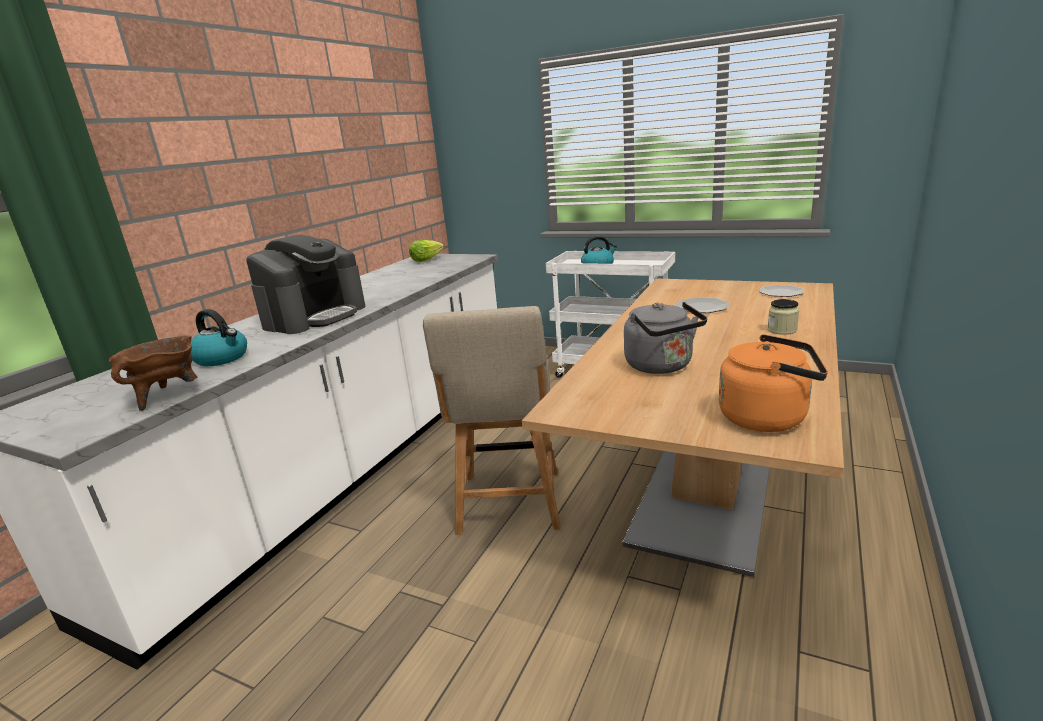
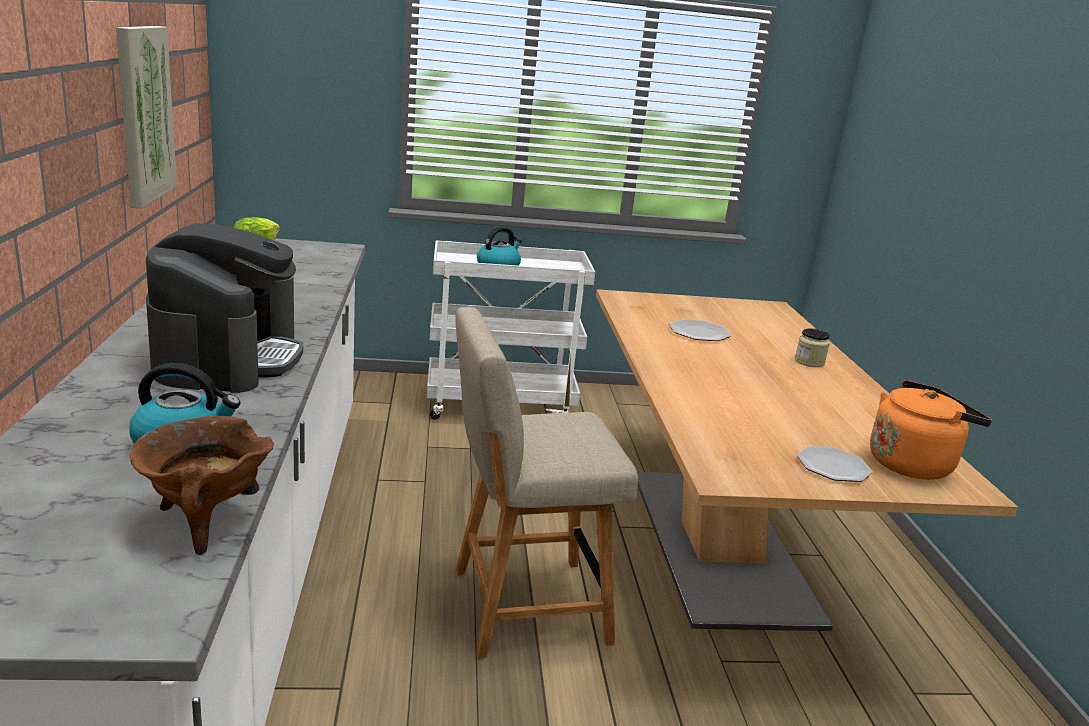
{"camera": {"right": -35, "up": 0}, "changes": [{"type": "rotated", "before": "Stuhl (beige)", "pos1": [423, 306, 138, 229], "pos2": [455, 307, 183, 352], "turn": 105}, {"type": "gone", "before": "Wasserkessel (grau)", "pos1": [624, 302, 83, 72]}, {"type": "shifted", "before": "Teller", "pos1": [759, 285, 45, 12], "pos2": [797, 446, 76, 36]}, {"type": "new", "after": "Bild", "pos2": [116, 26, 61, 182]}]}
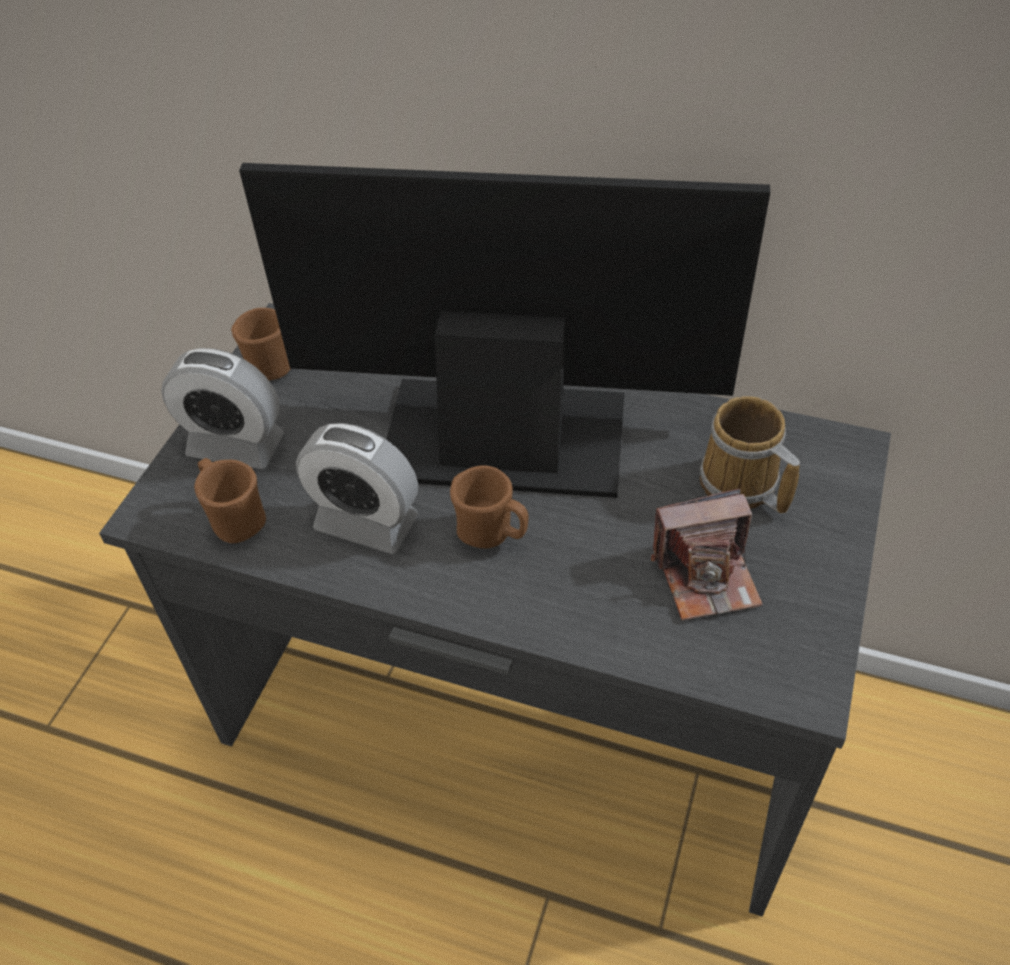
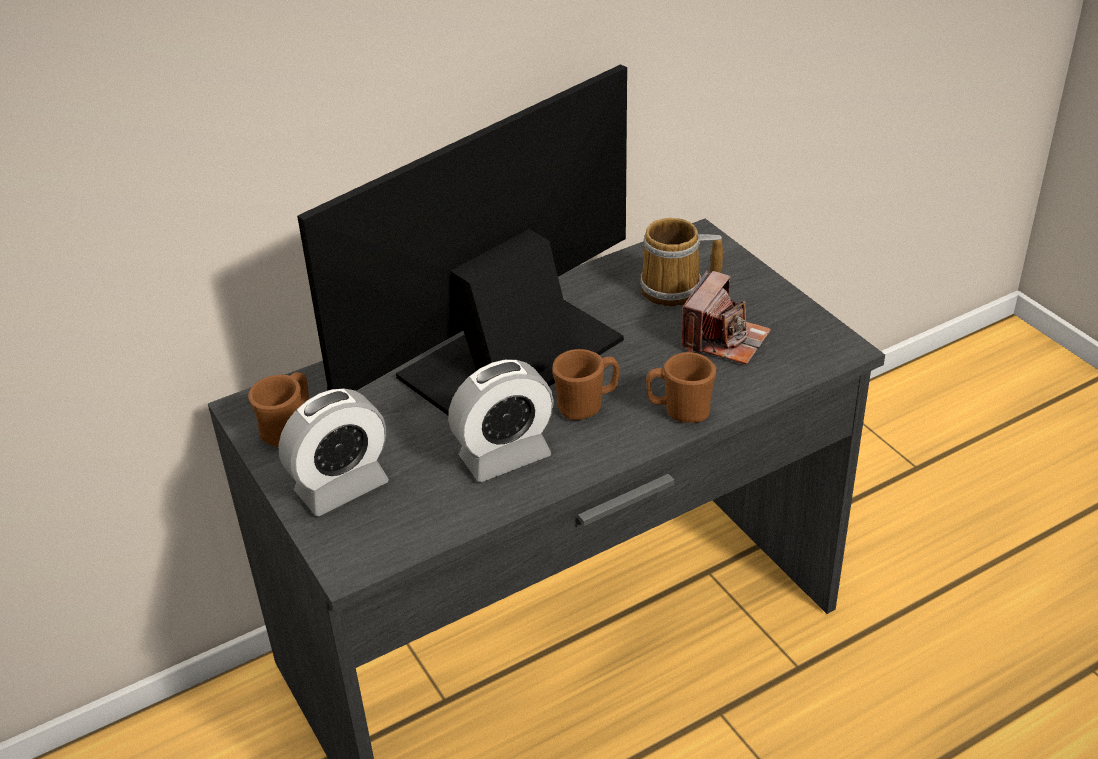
{"camera": {"right": -50, "up": -10}, "changes": [{"type": "shifted", "before": "Henkelbecher (braun)", "pos1": [194, 458, 72, 85], "pos2": [646, 352, 70, 71]}]}
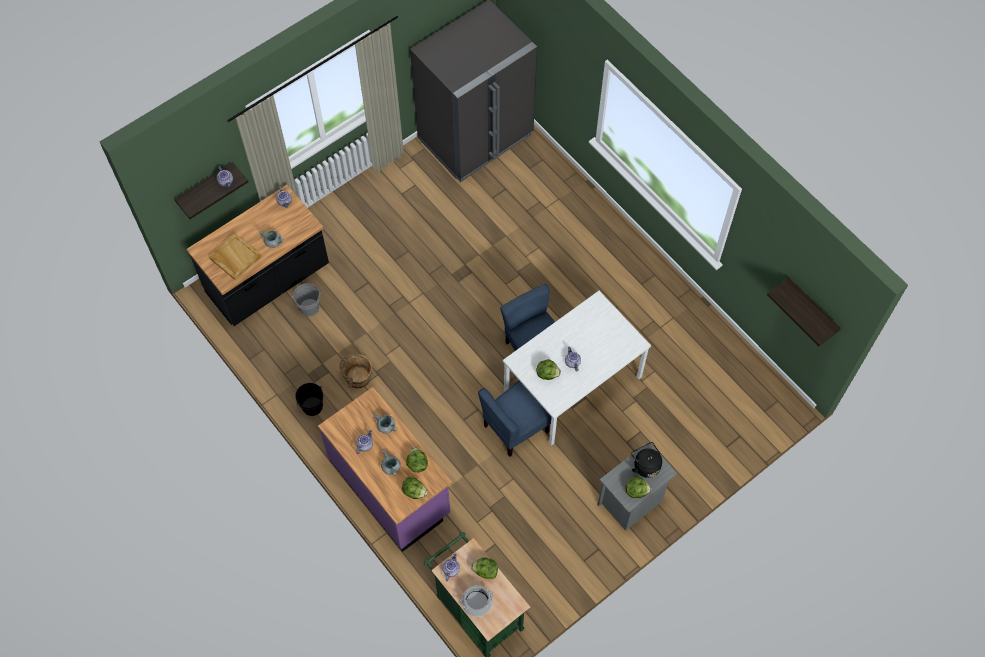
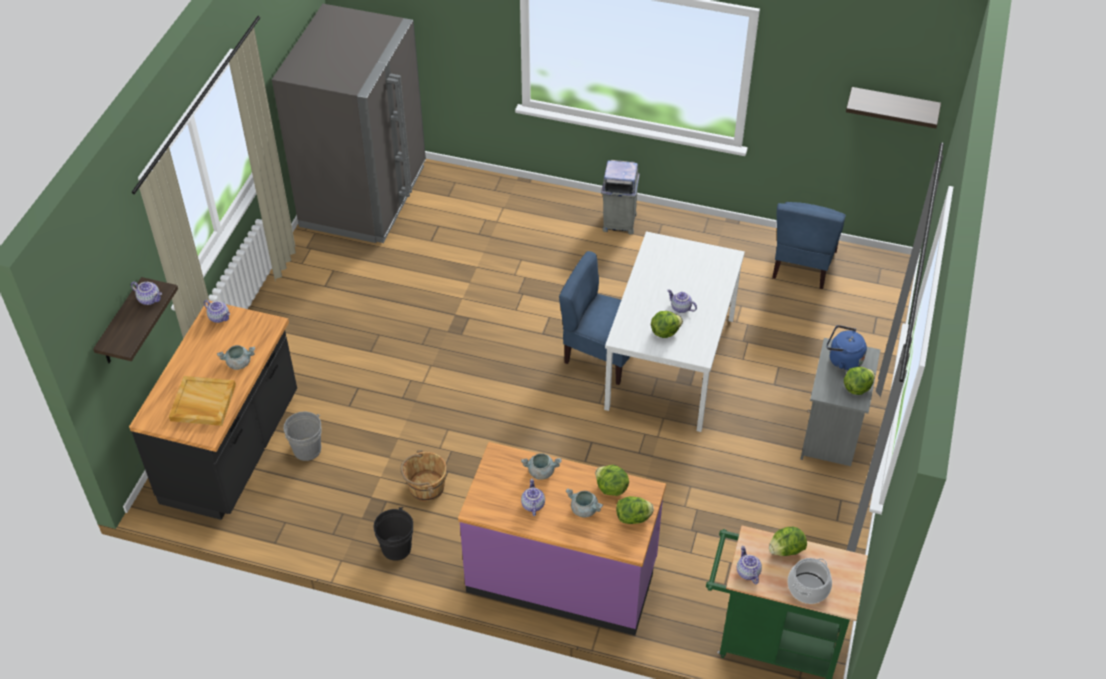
{"camera": {"right": -35, "up": -15}, "changes": [{"type": "shifted", "before": "Stuhl (blau)", "pos1": [478, 381, 73, 76], "pos2": [772, 202, 74, 87]}, {"type": "repainted", "before": "Wasserkessel (schwarz)", "after": "Wasserkessel (blau)", "pos1": [631, 442, 31, 36], "pos2": [827, 325, 40, 46]}, {"type": "new", "after": "Mülleimer (grau)", "pos2": [601, 160, 39, 74]}]}
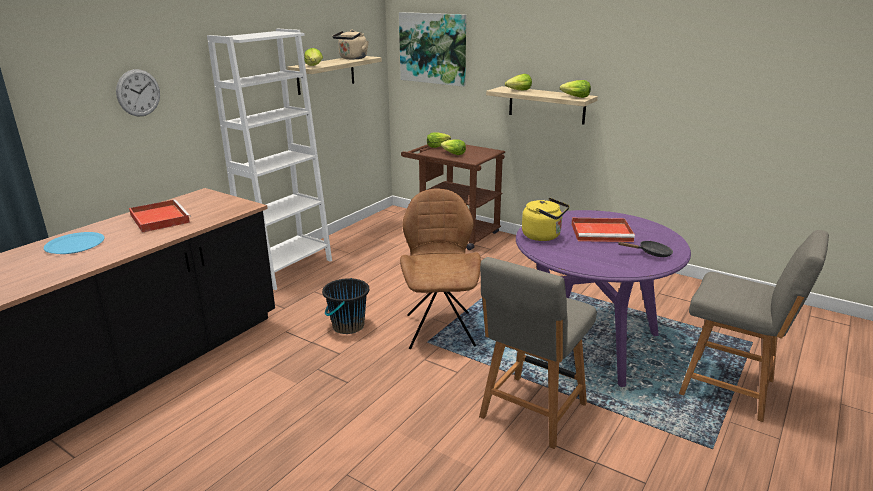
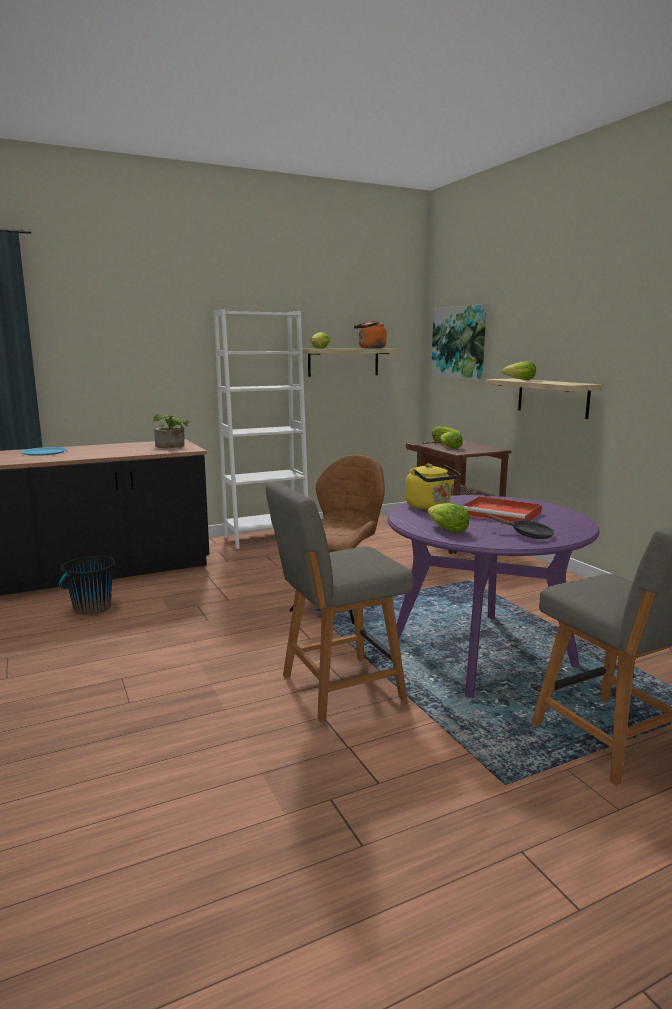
{"camera": {"right": 30, "up": -10}, "changes": [{"type": "gone", "before": "Wanduhr", "pos1": [116, 69, 44, 47]}, {"type": "gone", "before": "Tablett (rot)", "pos1": [129, 200, 62, 33]}, {"type": "shifted", "before": "Eimer (schwarz)", "pos1": [322, 278, 47, 56], "pos2": [59, 556, 57, 59]}, {"type": "repainted", "before": "Wasserkessel (beige)", "after": "Wasserkessel (orange)", "pos1": [332, 30, 37, 29], "pos2": [354, 320, 33, 28]}, {"type": "shifted", "before": "Salatkopf", "pos1": [560, 80, 31, 18], "pos2": [428, 503, 41, 29]}, {"type": "new", "after": "Topfpflanze", "pos2": [153, 414, 38, 34]}]}
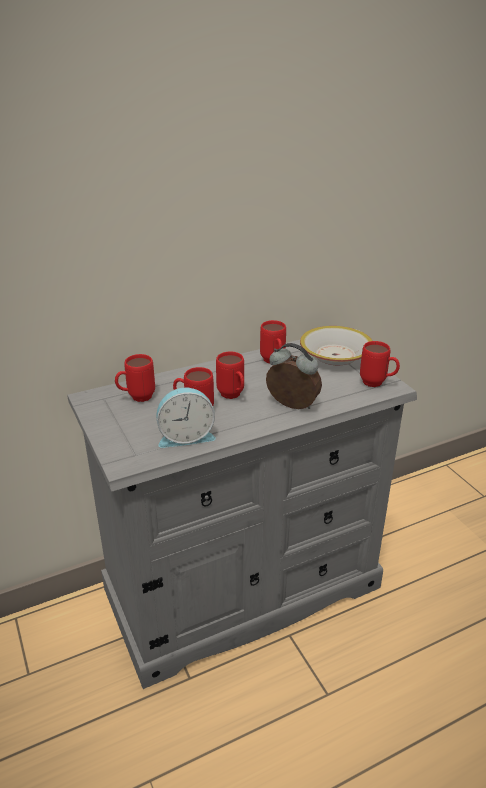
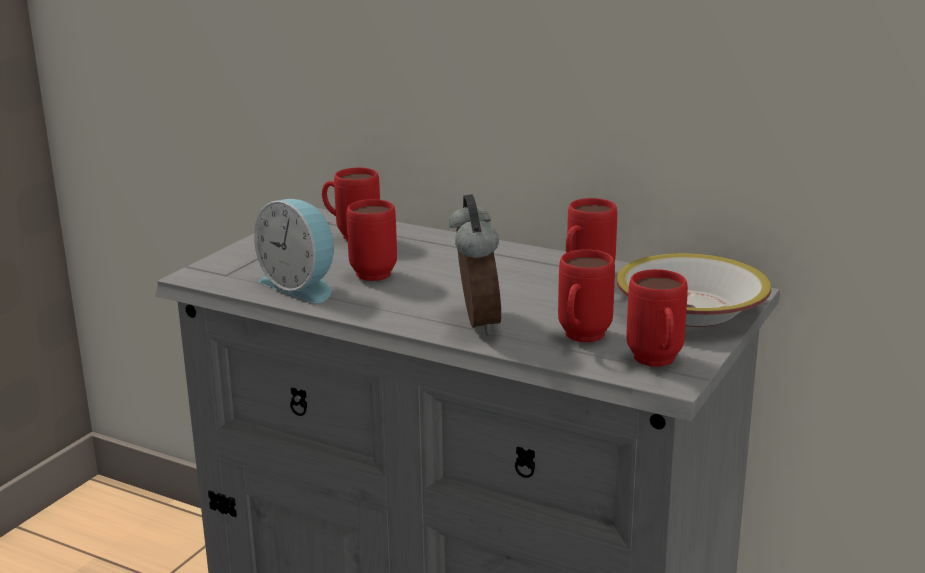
{"camera": {"right": 55, "up": -10}, "changes": [{"type": "shifted", "before": "Henkelbecher (rot)", "pos1": [216, 351, 28, 48], "pos2": [558, 249, 57, 93]}]}
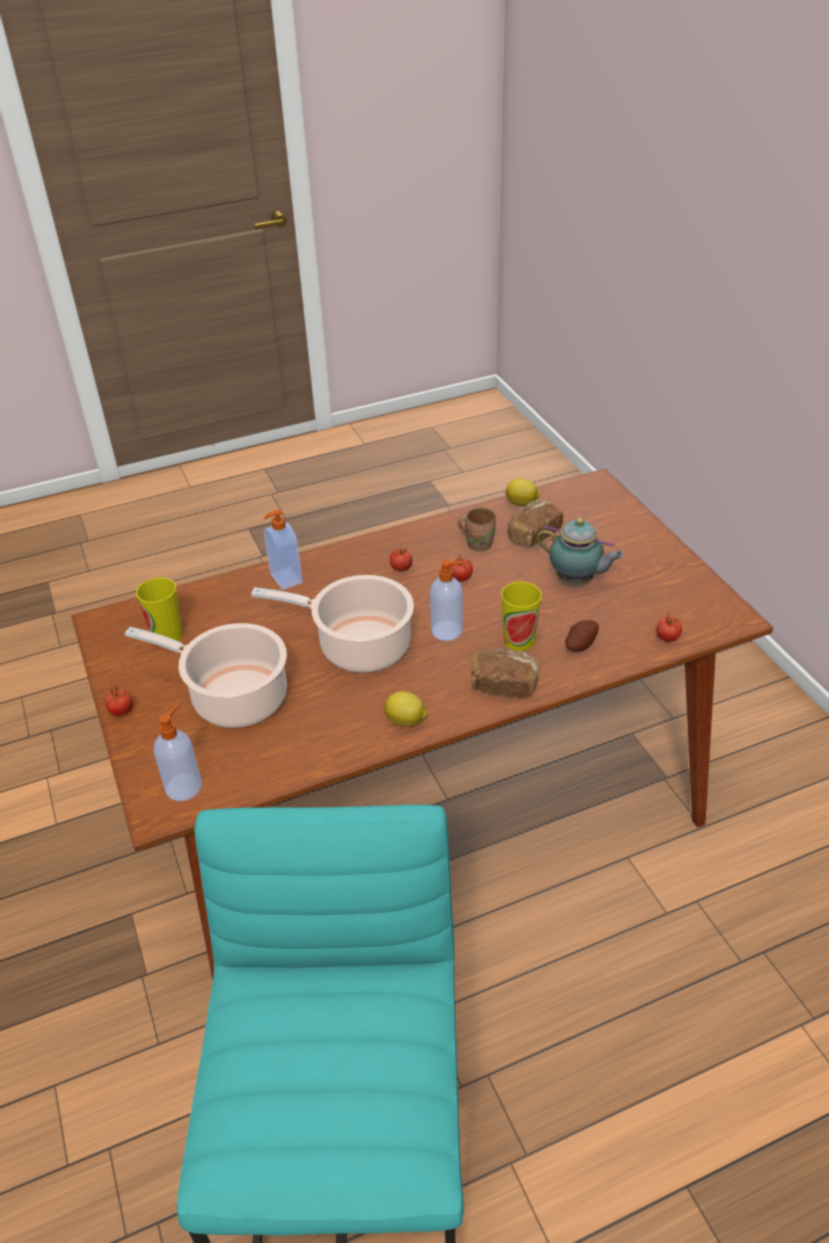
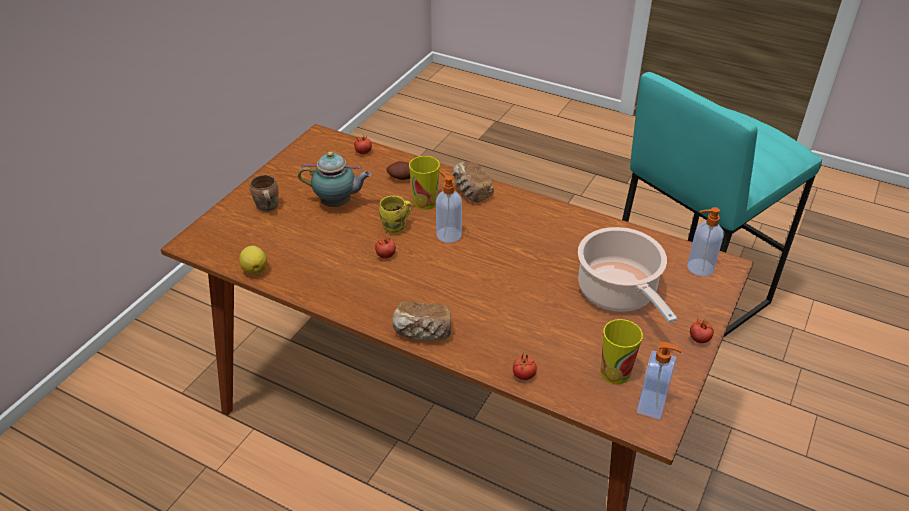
{"camera": {"right": -130, "up": 0}, "changes": [{"type": "gone", "before": "Kochtopf", "pos1": [251, 575, 163, 98]}, {"type": "shifted", "before": "Seifenspender", "pos1": [263, 510, 40, 80], "pos2": [637, 342, 45, 78]}, {"type": "gone", "before": "Zitrone", "pos1": [384, 691, 43, 36]}, {"type": "shifted", "before": "Tomate", "pos1": [390, 547, 22, 24], "pos2": [513, 353, 24, 27]}, {"type": "shifted", "before": "Henkelbecher (braun)", "pos1": [458, 507, 38, 45], "pos2": [250, 175, 29, 37]}, {"type": "shifted", "before": "Brot", "pos1": [508, 500, 55, 47], "pos2": [392, 301, 59, 39]}, {"type": "rotated", "before": "Teekanne", "pos1": [536, 518, 88, 67], "pos2": [298, 151, 73, 56], "turn": 105}, {"type": "new", "after": "Henkelbecher (gelb)", "pos2": [379, 196, 33, 38]}]}
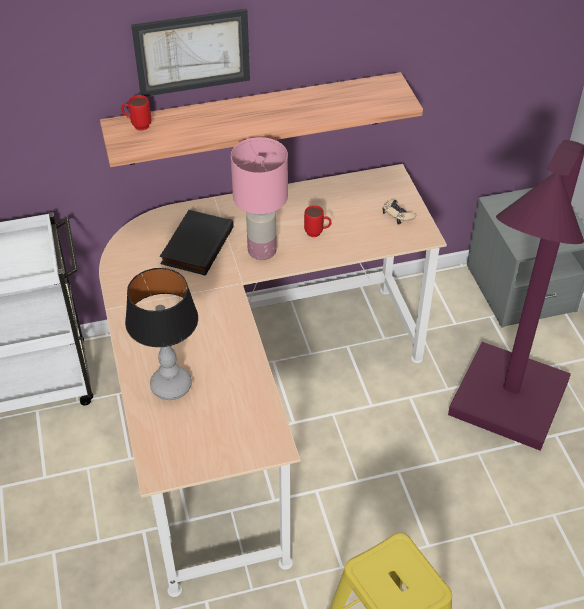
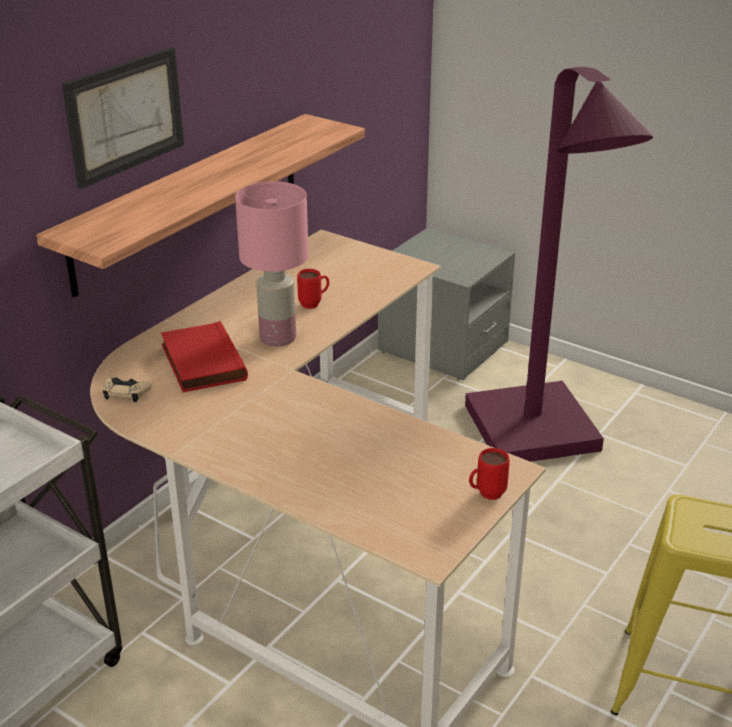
{"camera": {"right": -40, "up": -15}, "changes": [{"type": "shifted", "before": "Henkelbecher (rot)", "pos1": [121, 95, 30, 36], "pos2": [469, 448, 41, 52]}, {"type": "gone", "before": "Tischlampe", "pos1": [125, 268, 73, 132]}, {"type": "repainted", "before": "Buch (schwarz)", "after": "Buch (rot)", "pos1": [160, 210, 74, 66], "pos2": [161, 321, 87, 71]}, {"type": "shifted", "before": "Gamepad (beige)", "pos1": [382, 200, 34, 25], "pos2": [102, 377, 50, 25]}]}
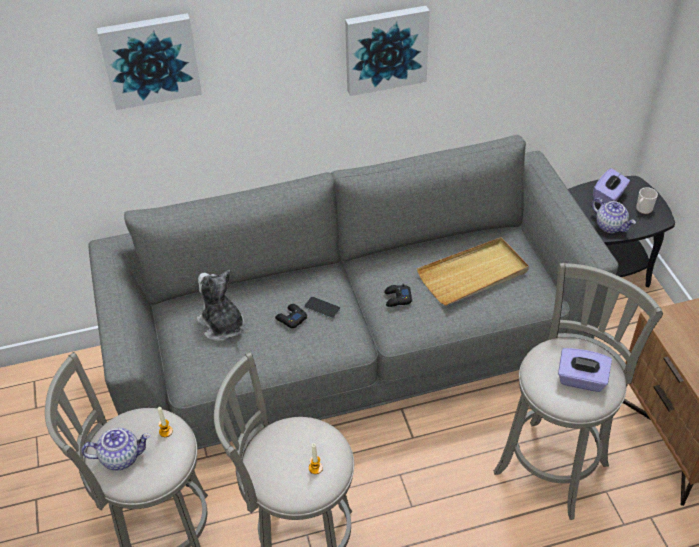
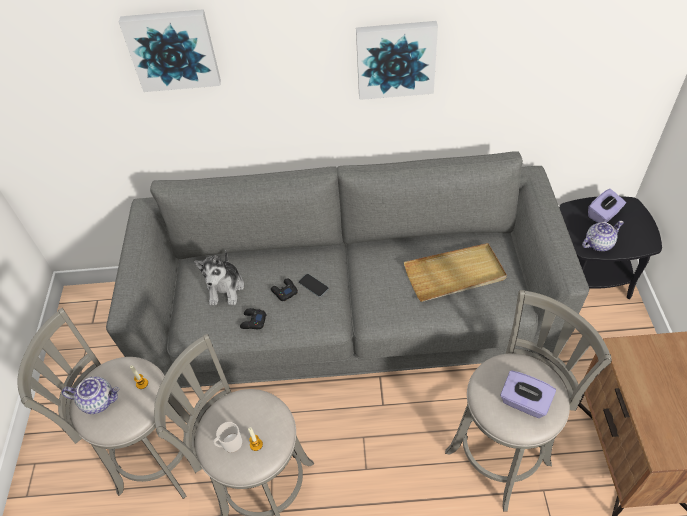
{"camera": {"right": 15, "up": 5}, "changes": [{"type": "rotated", "before": "Plüschtier", "pos1": [197, 270, 48, 71], "pos2": [194, 250, 50, 56], "turn": -150}, {"type": "shifted", "before": "Gamepad (schwarz)", "pos1": [384, 284, 28, 23], "pos2": [240, 308, 27, 21]}, {"type": "rotated", "before": "Teekanne", "pos1": [592, 198, 44, 35], "pos2": [582, 221, 42, 30], "turn": -90}, {"type": "shifted", "before": "Henkelbecher", "pos1": [636, 187, 22, 27], "pos2": [213, 422, 29, 31]}]}
